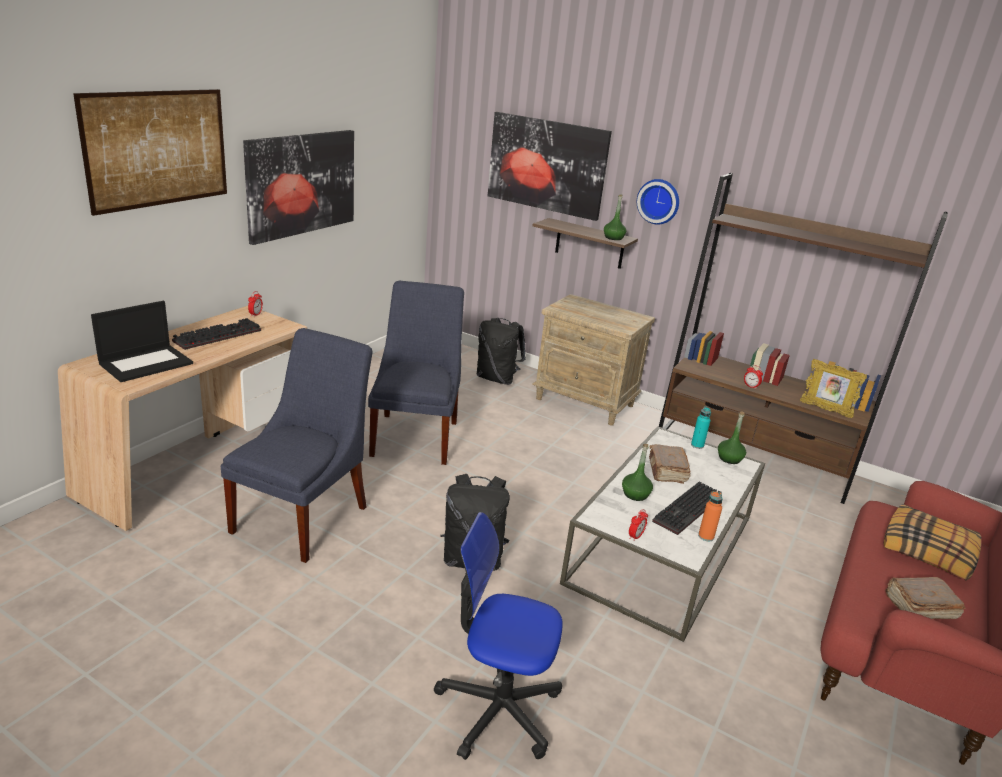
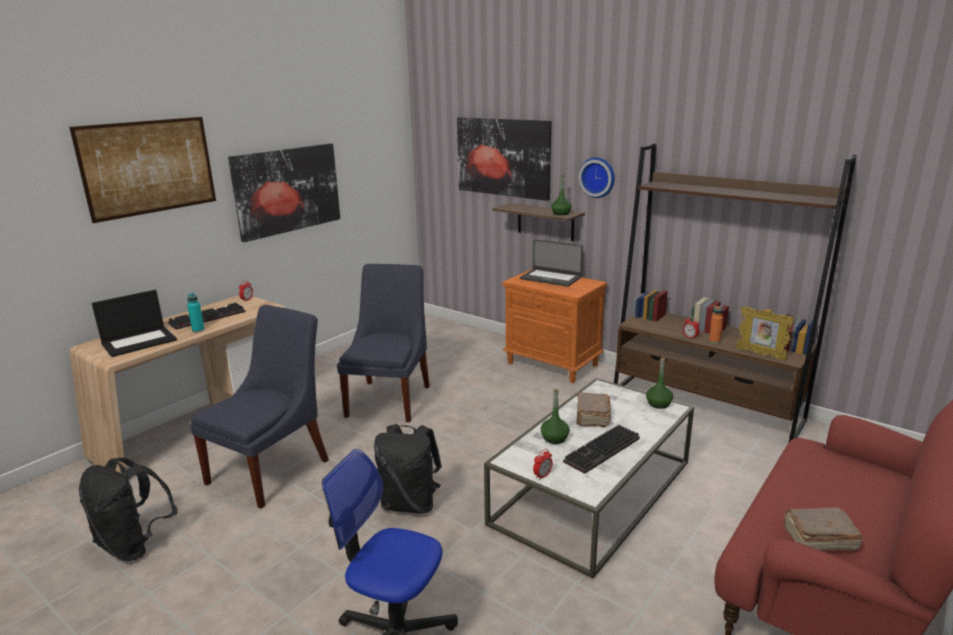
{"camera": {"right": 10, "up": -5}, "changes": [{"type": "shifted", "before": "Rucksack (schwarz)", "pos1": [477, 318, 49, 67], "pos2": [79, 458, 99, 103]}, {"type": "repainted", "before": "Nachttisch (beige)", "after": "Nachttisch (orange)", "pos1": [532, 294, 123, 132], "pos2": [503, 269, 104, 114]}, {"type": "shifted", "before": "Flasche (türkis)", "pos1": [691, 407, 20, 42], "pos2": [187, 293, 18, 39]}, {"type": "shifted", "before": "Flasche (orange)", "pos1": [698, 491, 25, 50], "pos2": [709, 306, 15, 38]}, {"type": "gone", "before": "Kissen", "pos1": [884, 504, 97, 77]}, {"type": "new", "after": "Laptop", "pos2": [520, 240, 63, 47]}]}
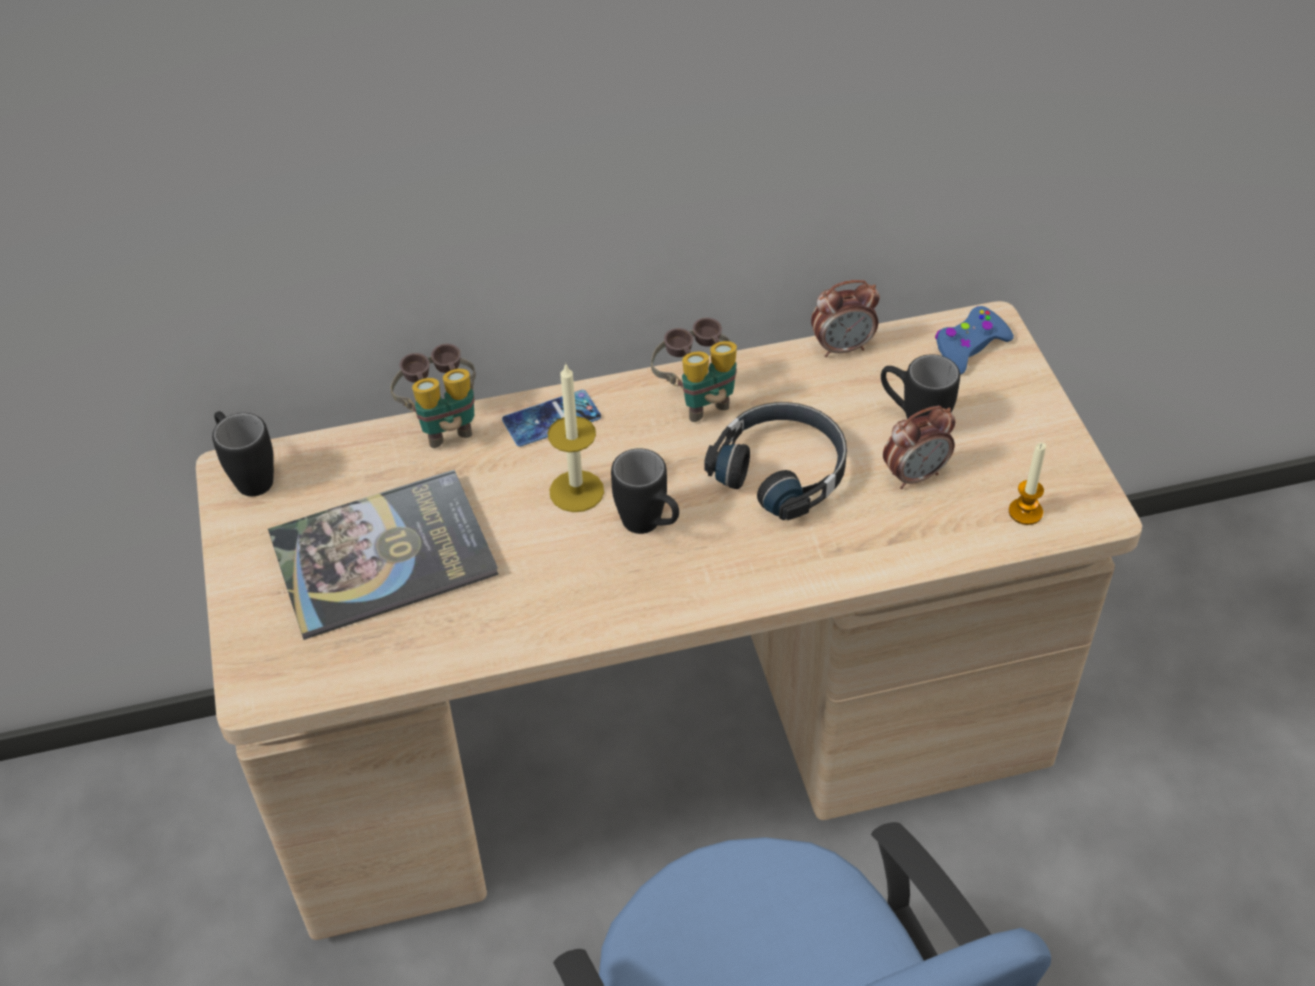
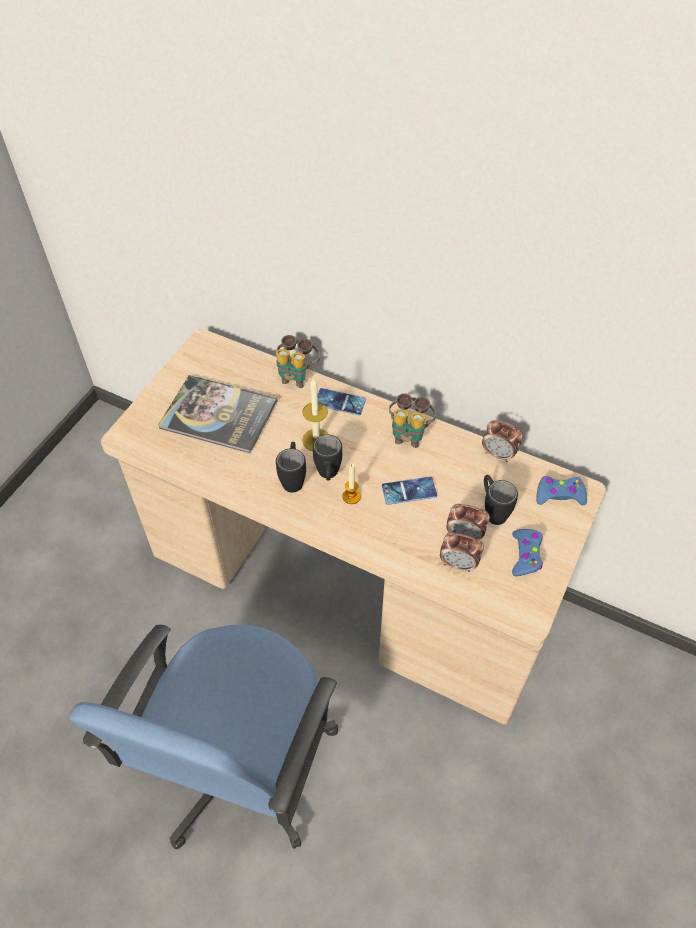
{"camera": {"right": 40, "up": 5}, "changes": [{"type": "shifted", "before": "Henkelbecher (schwarz)", "pos1": [212, 411, 62, 85], "pos2": [276, 442, 30, 51]}, {"type": "swapped", "before": "Kopfhörer (schwarz)", "after": "Handy", "pos1": [705, 402, 142, 118], "pos2": [382, 476, 55, 29]}, {"type": "shifted", "before": "Kerze", "pos1": [1009, 443, 37, 82], "pos2": [343, 464, 18, 40]}, {"type": "new", "after": "Wecker", "pos2": [440, 532, 44, 40]}, {"type": "new", "after": "Gamepad (blau)", "pos2": [512, 529, 31, 47]}]}
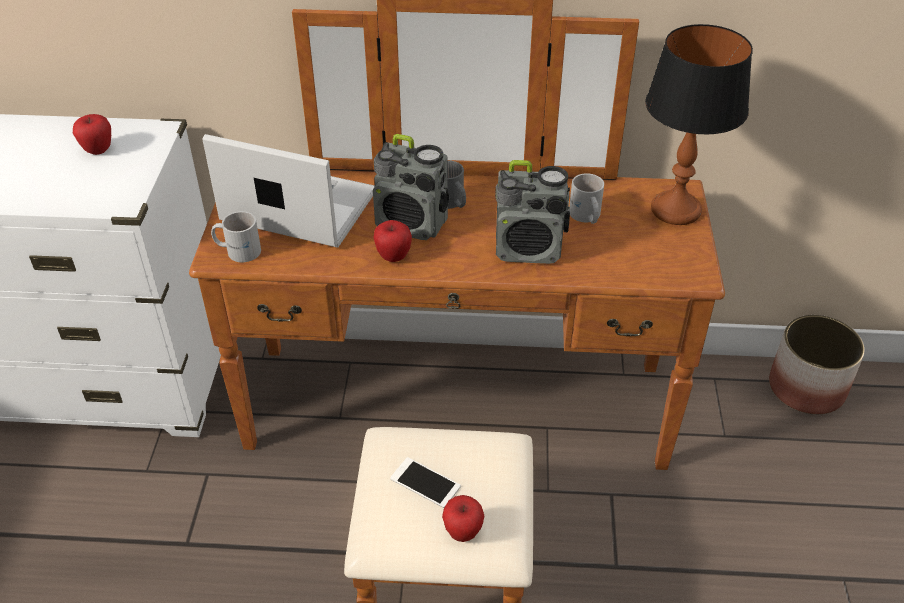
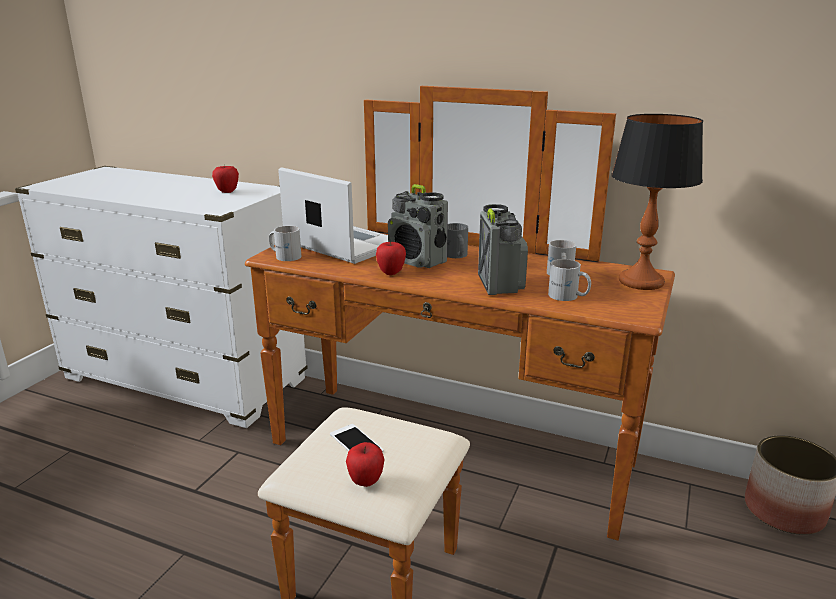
{"camera": {"right": 20, "up": -20}, "changes": [{"type": "rotated", "before": "Radio", "pos1": [495, 160, 75, 104], "pos2": [478, 204, 50, 91], "turn": -120}, {"type": "new", "after": "Henkelbecher (weiß)", "pos2": [548, 259, 43, 42]}]}
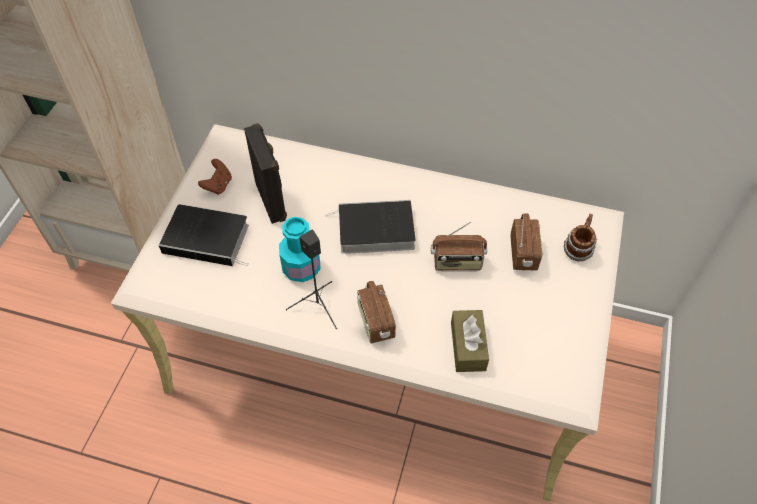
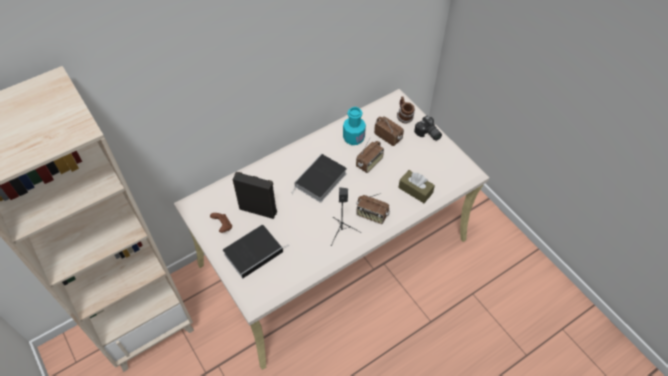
{"camera": {"right": -50, "up": 0}, "changes": [{"type": "shifted", "before": "Flasche (türkis)", "pos1": [279, 217, 42, 65], "pos2": [343, 107, 23, 38]}, {"type": "new", "after": "Kamera", "pos2": [414, 116, 28, 25]}]}
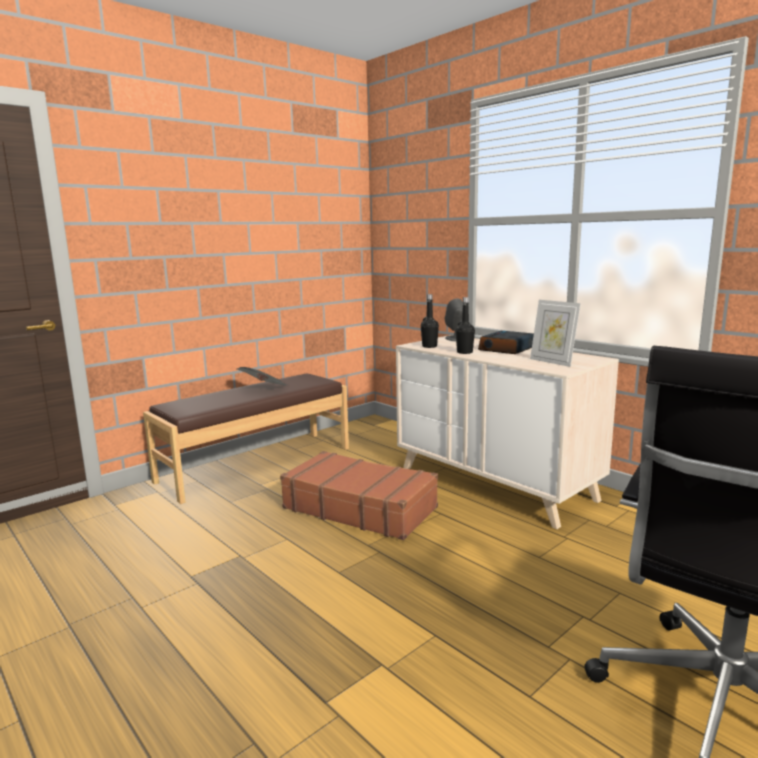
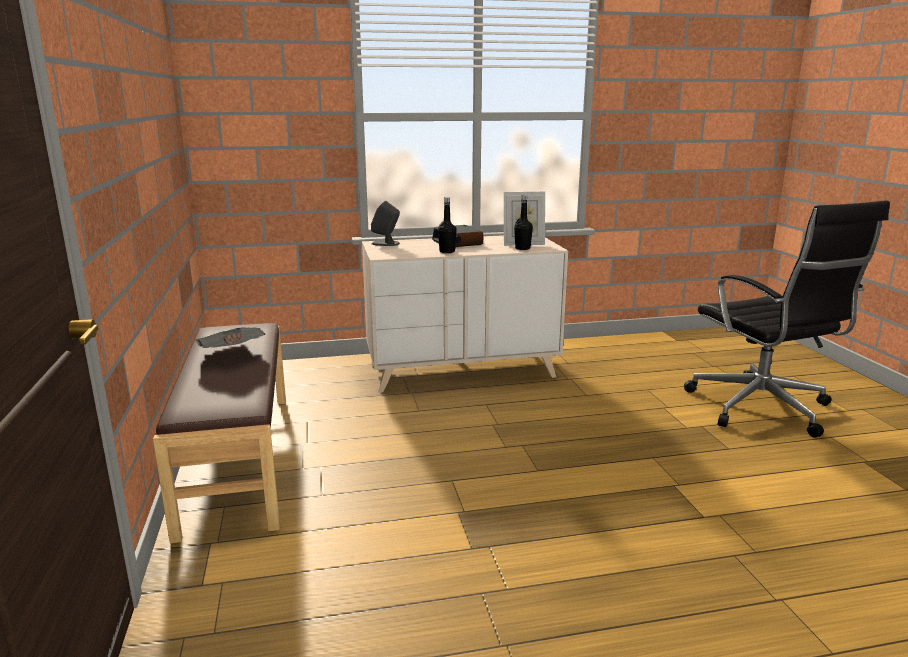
{"camera": {"right": -60, "up": 5}, "changes": [{"type": "gone", "before": "Koffer (braun)", "pos1": [280, 451, 158, 89]}, {"type": "shifted", "before": "Flasche (schwarz)", "pos1": [421, 294, 18, 54], "pos2": [514, 195, 19, 55]}]}
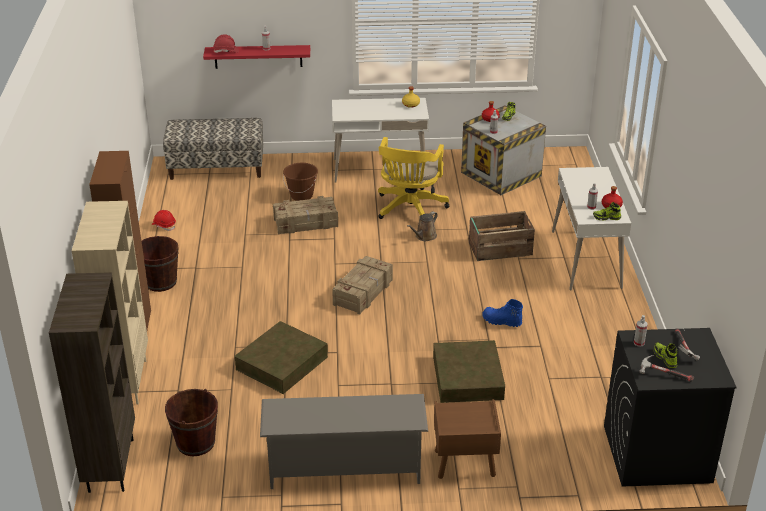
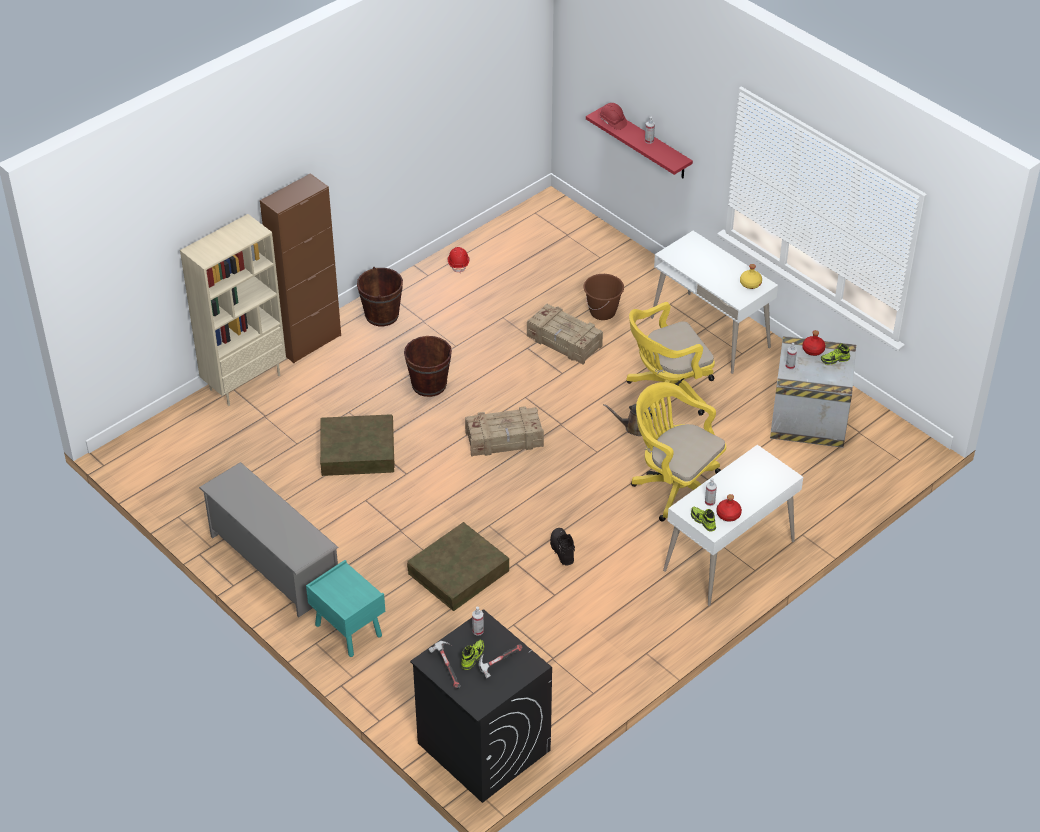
{"camera": {"right": 50, "up": 10}, "changes": [{"type": "gone", "before": "Bücherregal (braun)", "pos1": [49, 272, 86, 221]}, {"type": "gone", "before": "Bank", "pos1": [163, 118, 100, 62]}, {"type": "shifted", "before": "Eimer (braun)", "pos1": [165, 389, 53, 67], "pos2": [404, 336, 48, 61]}, {"type": "repainted", "before": "Nachttisch (braun)", "after": "Nachttisch (türkis)", "pos1": [434, 399, 67, 80], "pos2": [306, 560, 79, 97]}, {"type": "swapped", "before": "Kiste", "after": "Bürostuhl (gelb)", "pos1": [469, 211, 66, 50], "pos2": [631, 382, 95, 139]}, {"type": "repainted", "before": "Stiefel (blau)", "after": "Stiefel (schwarz)", "pos1": [482, 299, 41, 28], "pos2": [550, 528, 25, 37]}]}
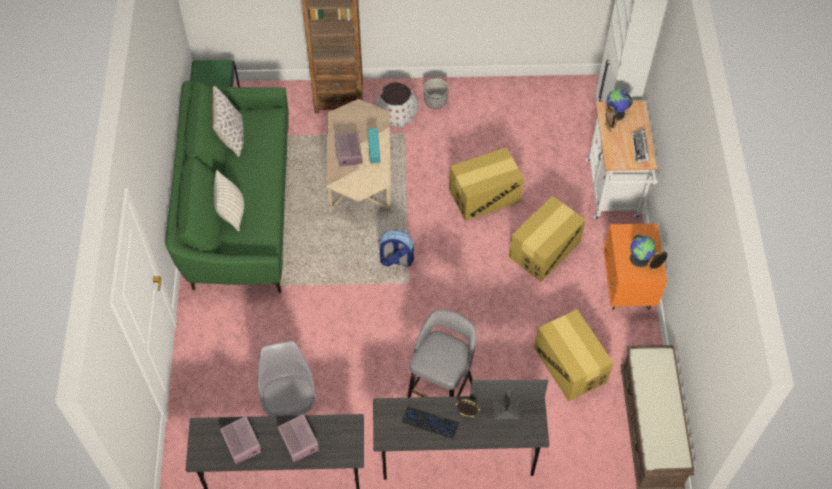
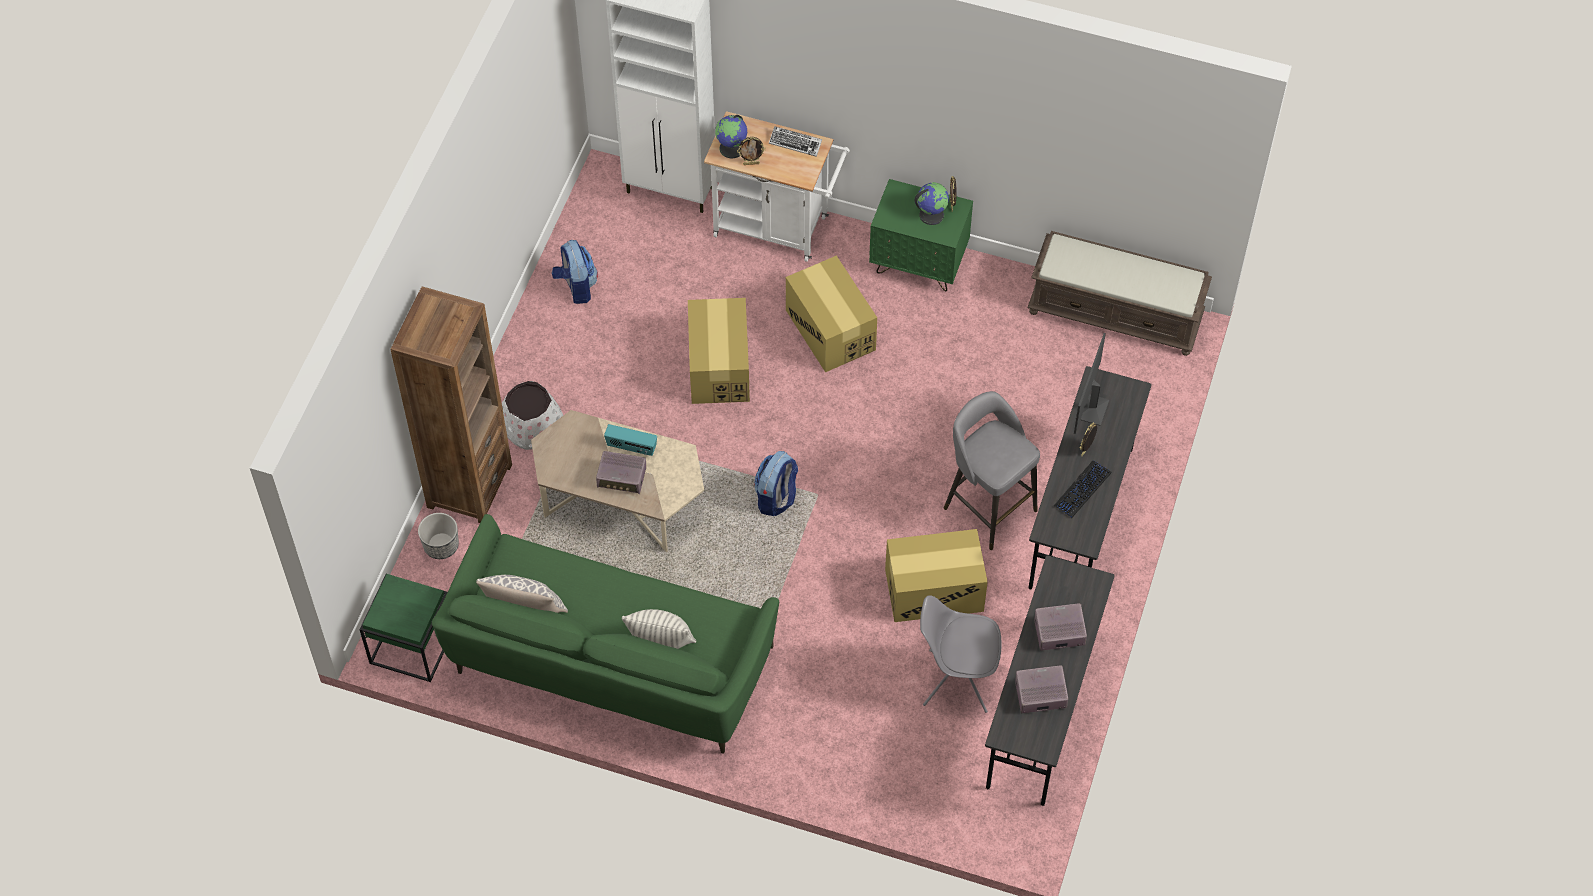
{"camera": {"right": -70, "up": 0}, "changes": [{"type": "shifted", "before": "Pflanzkübel", "pos1": [423, 78, 26, 31], "pos2": [418, 513, 41, 46]}, {"type": "shifted", "before": "Karton", "pos1": [534, 309, 79, 93], "pos2": [885, 529, 103, 93]}, {"type": "repainted", "before": "Nachttisch (orange)", "after": "Nachttisch (grün)", "pos1": [603, 223, 64, 87], "pos2": [869, 179, 104, 113]}, {"type": "new", "after": "Rucksack", "pos2": [552, 240, 46, 64]}]}
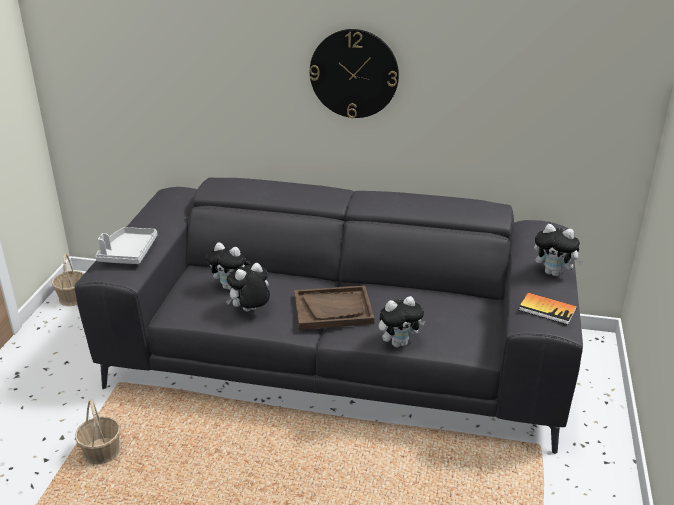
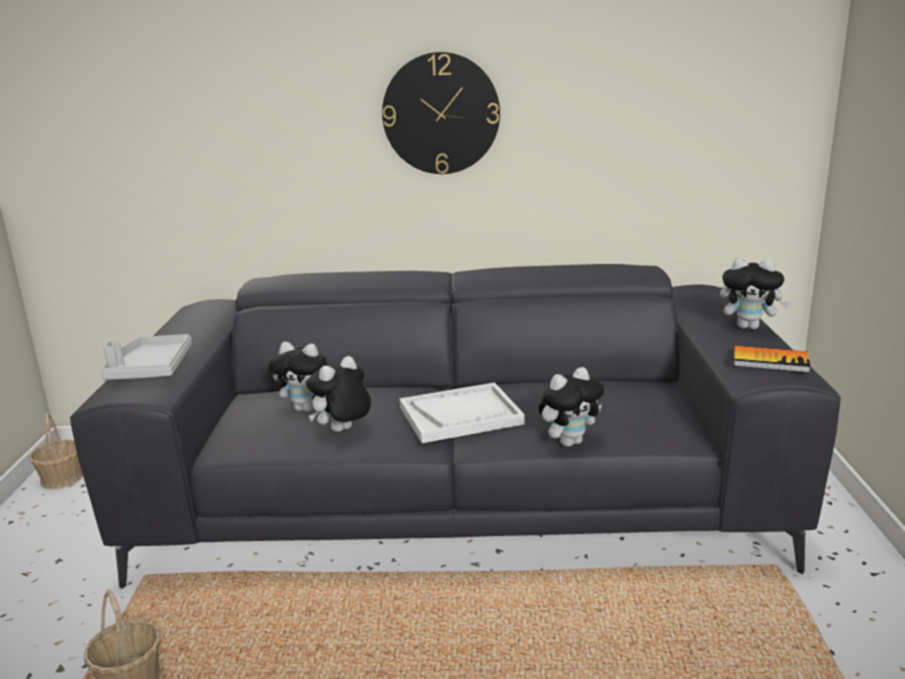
{"camera": {"right": -10, "up": -10}, "changes": [{"type": "repainted", "before": "Tablett (braun)", "after": "Tablett (weiß)", "pos1": [294, 285, 80, 45], "pos2": [399, 383, 126, 60]}]}
